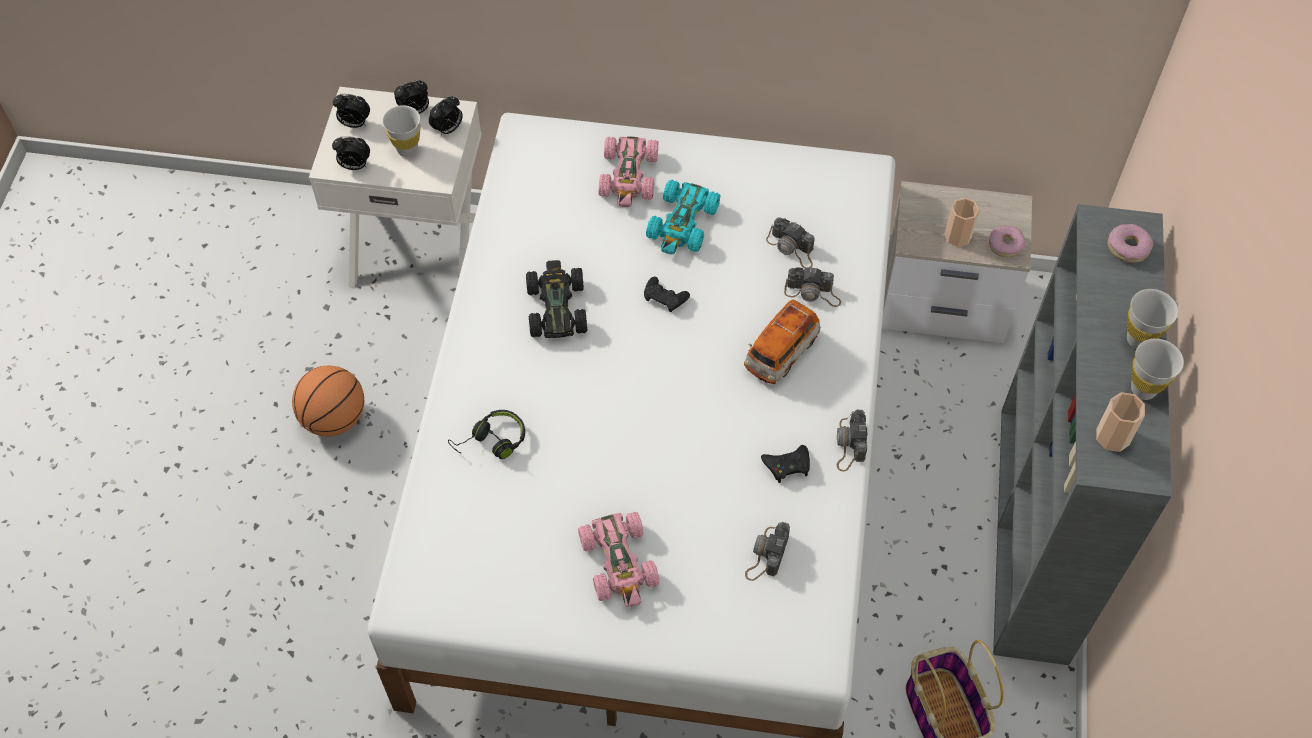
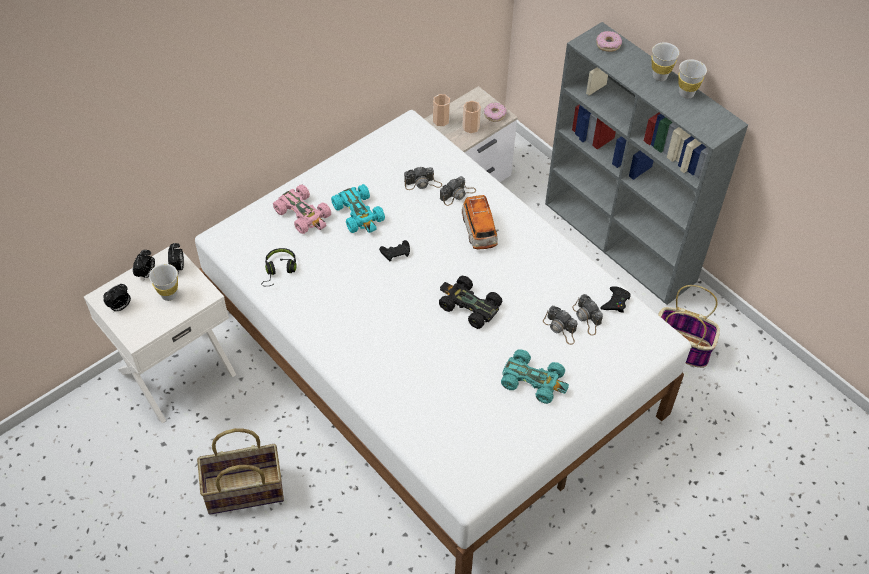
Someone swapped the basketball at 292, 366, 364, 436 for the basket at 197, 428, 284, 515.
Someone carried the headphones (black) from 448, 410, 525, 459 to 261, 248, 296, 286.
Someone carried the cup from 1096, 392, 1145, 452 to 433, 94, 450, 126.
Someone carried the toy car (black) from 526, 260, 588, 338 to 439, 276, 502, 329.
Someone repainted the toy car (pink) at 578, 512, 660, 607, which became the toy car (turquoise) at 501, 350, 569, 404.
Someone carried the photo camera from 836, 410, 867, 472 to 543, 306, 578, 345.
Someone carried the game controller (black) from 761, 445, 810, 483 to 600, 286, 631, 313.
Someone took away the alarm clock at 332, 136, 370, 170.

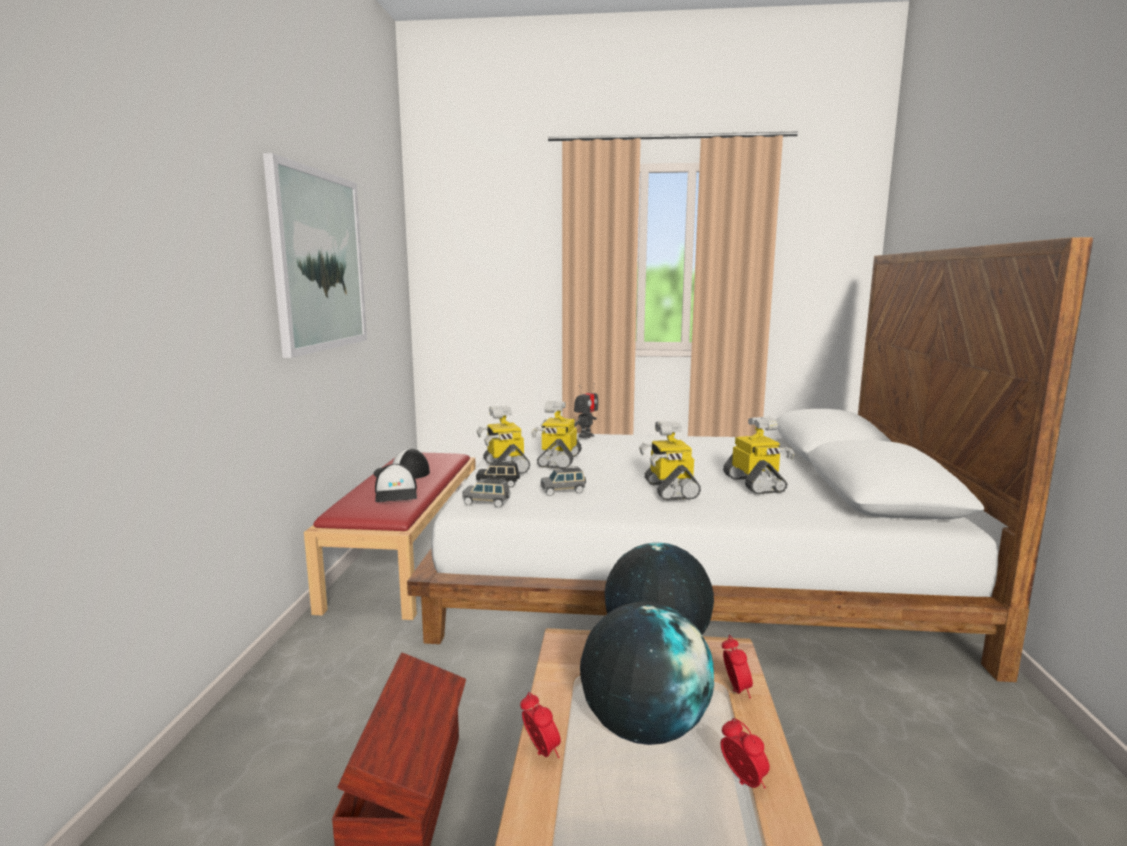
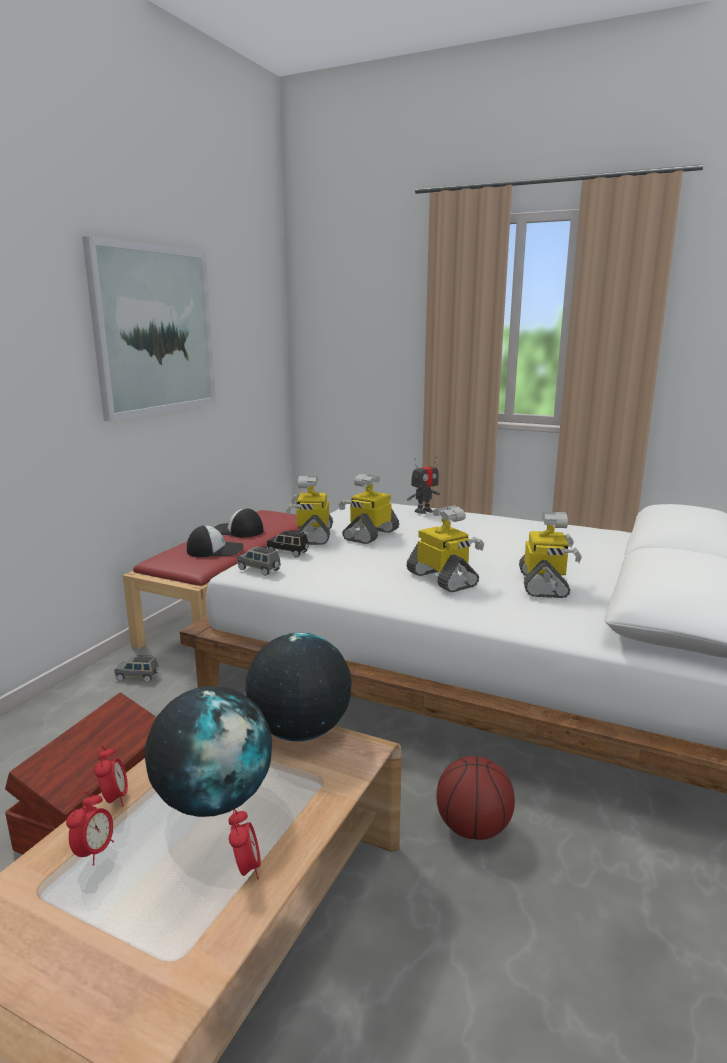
Someone carried the alarm clock from 722, 635, 753, 698 to 66, 791, 114, 866.
Someone carried the toy car (grey) from 541, 466, 586, 496 to 115, 655, 159, 683.
Someone rotated the cap at 375, 464, 417, 502 by 105 degrees counterclockwise.
Someone rotated the toy robot at 639, 421, 701, 501 by 135 degrees clockwise.
Someone put down the basketball at 436, 756, 515, 840.

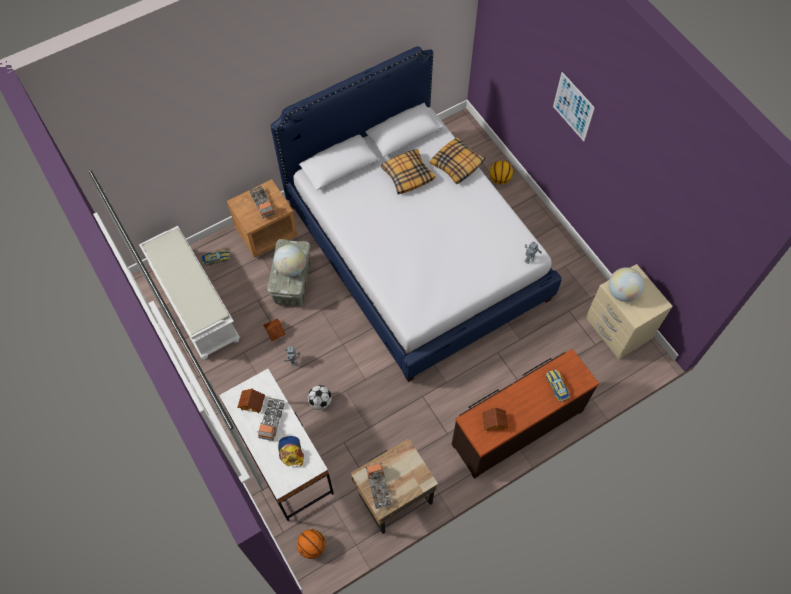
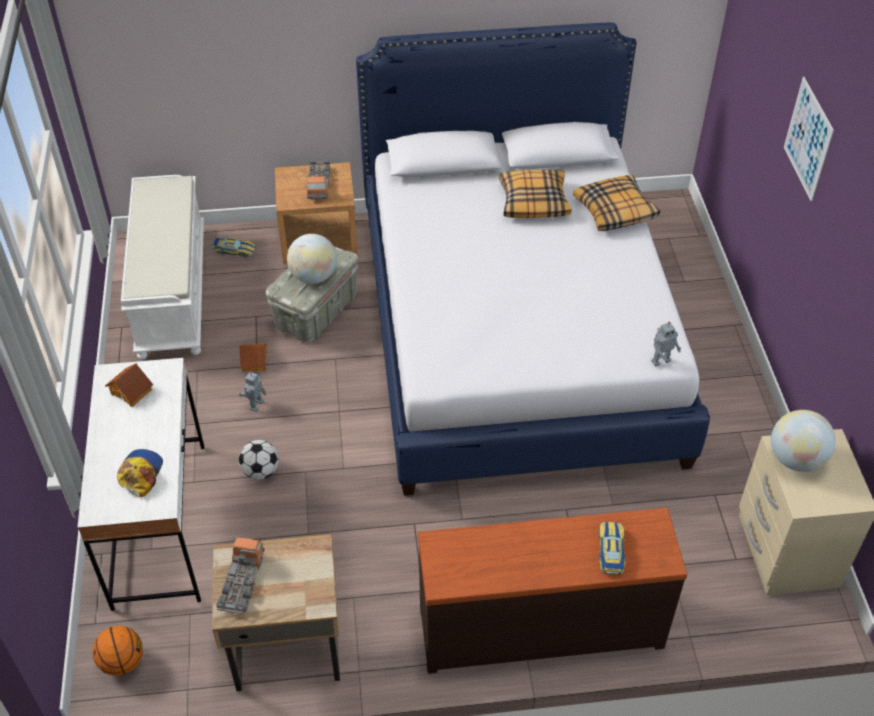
Someone took away the toy truck at 257, 398, 284, 441.
Someone took away the toy house at 482, 407, 508, 431.
Someone took away the basketball at 490, 161, 513, 184.

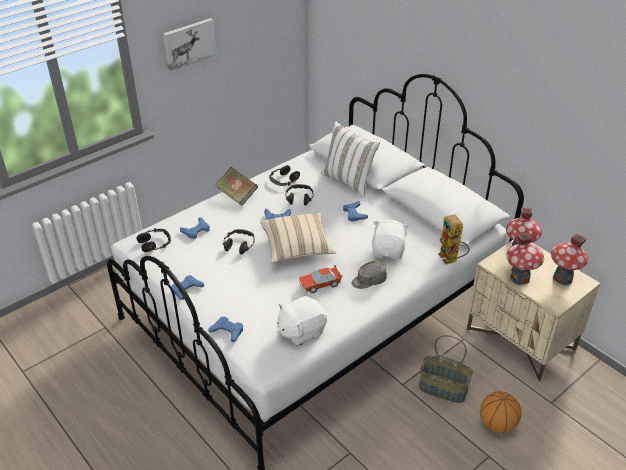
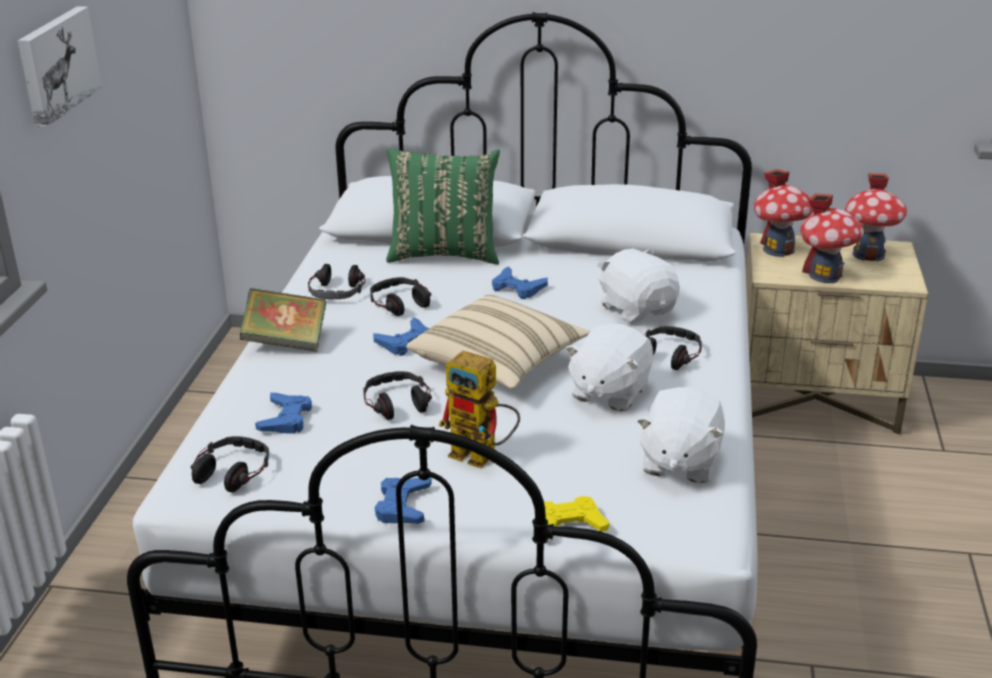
Someone repainted the pillow (white) at 321, 121, 380, 197, which became the pillow (green) at 386, 149, 500, 264.
Someone carried the toy robot from 438, 214, 470, 265 to 439, 351, 520, 468.
Someone repainted the game controller (blue) at 208, 317, 243, 342, which became the game controller (yellow) at 544, 496, 609, 539.
Someone swapped the toy car at 299, 265, 343, 293 for the plush toy (white) at 565, 324, 653, 411.
Someone swapped the cap (grey) at 351, 261, 387, 289 for the headphones at 643, 326, 702, 370.
Someone took away the basket at 419, 335, 473, 403.
Someone took away the basketball at 480, 391, 521, 433.

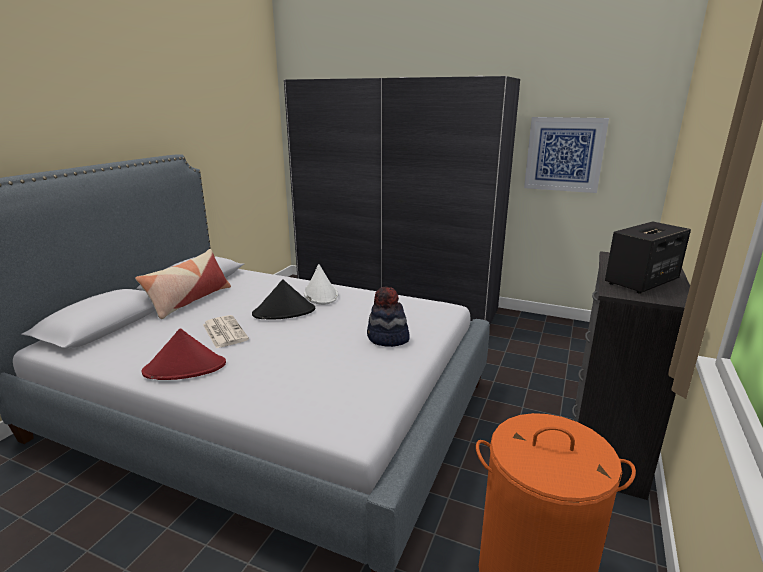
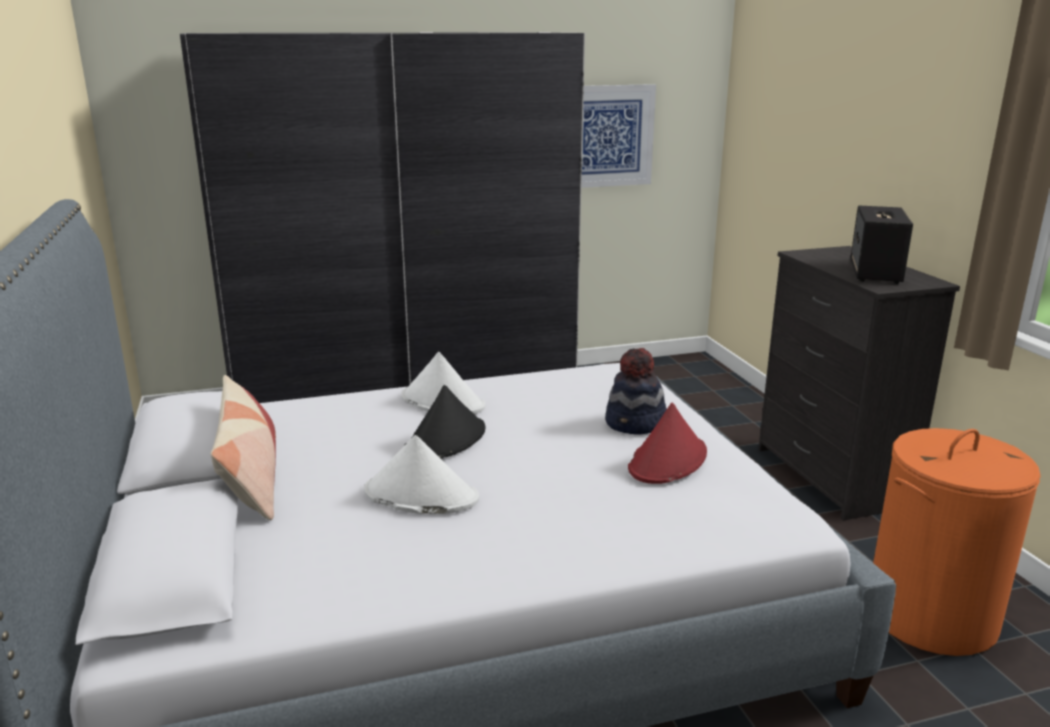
Someone swapped the newspaper at 203, 315, 249, 349 for the hat (white) at 364, 435, 479, 514.
Someone carried the hat (red) from 142, 328, 226, 380 to 628, 402, 707, 484.

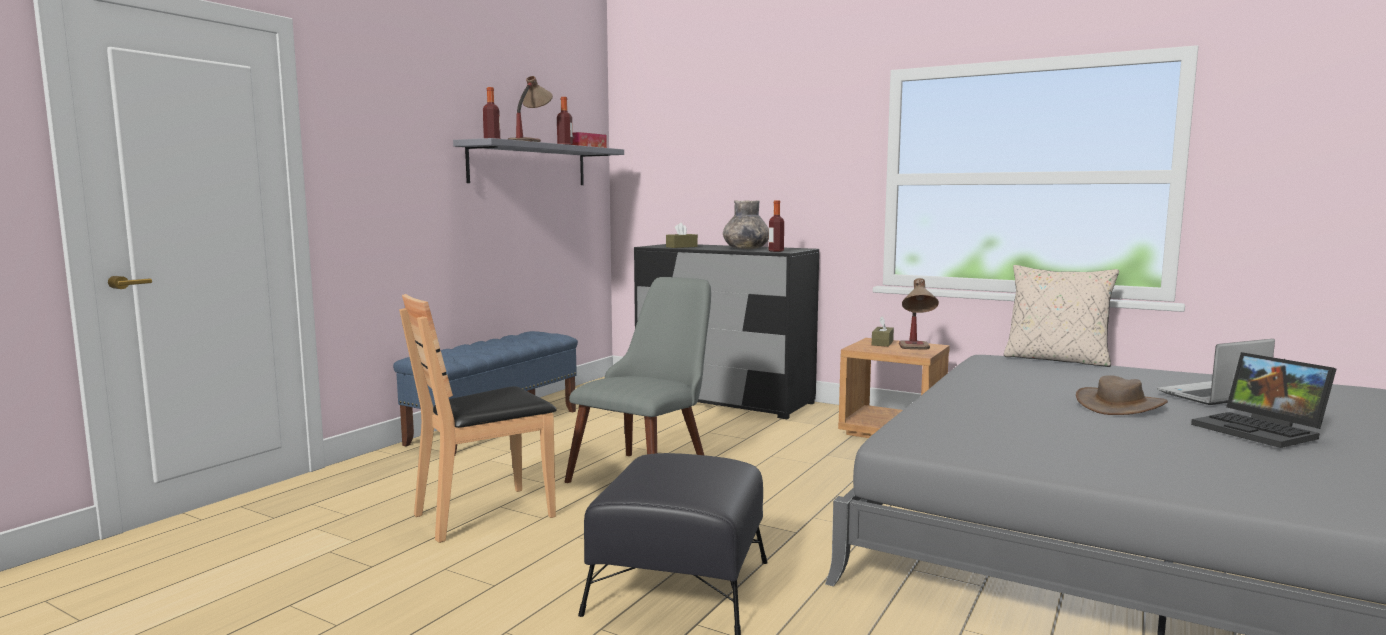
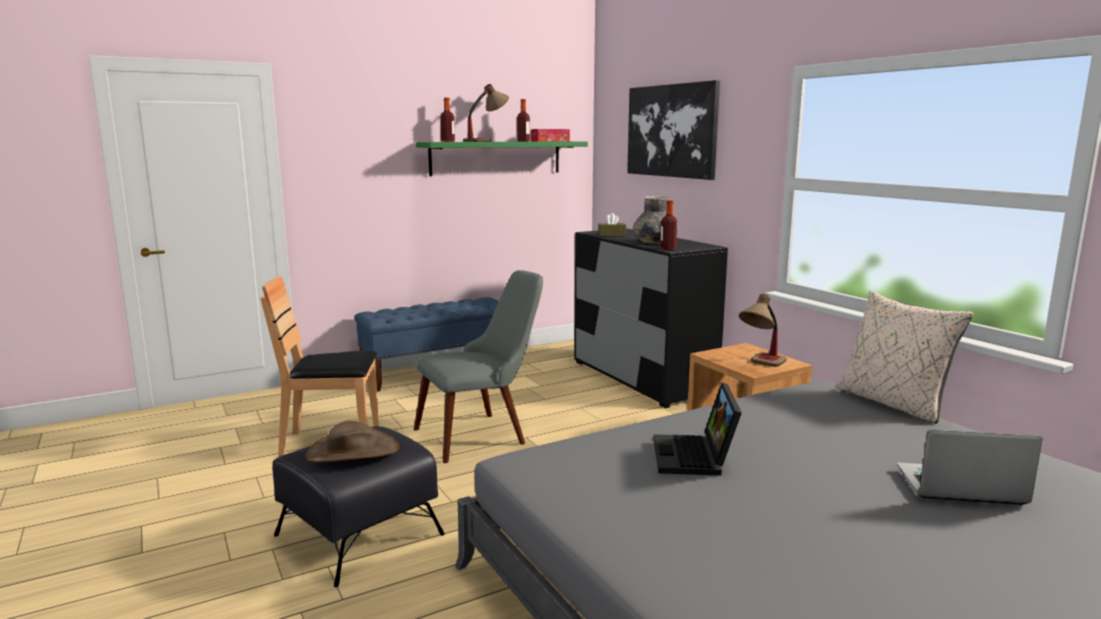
Someone carried the hat (brown) from 1076, 375, 1168, 415 to 305, 421, 400, 463.
Someone repainted the shelf (grey) at 453, 138, 624, 185, which became the shelf (green) at 416, 141, 588, 176.
Someone put up the picture at 627, 80, 720, 180.
Someone carried the laptop from 1191, 352, 1336, 448 to 653, 383, 742, 476.
Someone took away the tissue box (brown) at 872, 316, 894, 347.

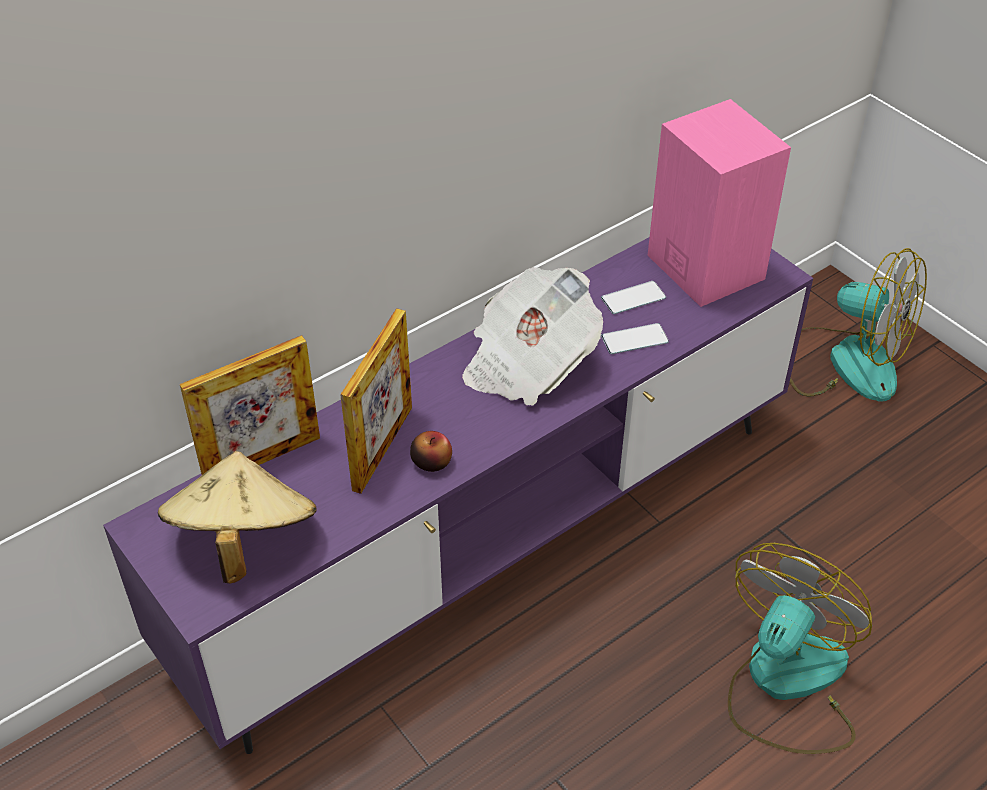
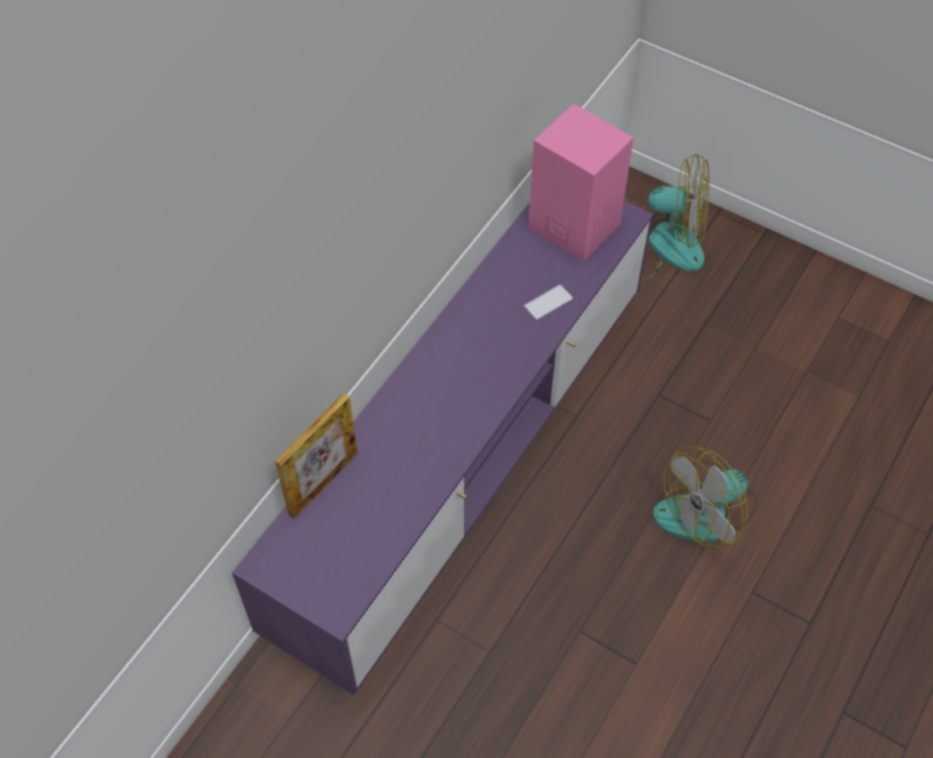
Someone rotated the fan at 728, 543, 872, 754 by 135 degrees counterclockwise.
Someone took away the hat (beige) at 158, 451, 317, 584.
Someone took away the picture frame at 340, 308, 412, 494.
Someone took away the apple at 410, 431, 452, 472.
Someone took away the newspaper at 462, 267, 603, 406.
Someone took away the phone at 601, 281, 666, 314.

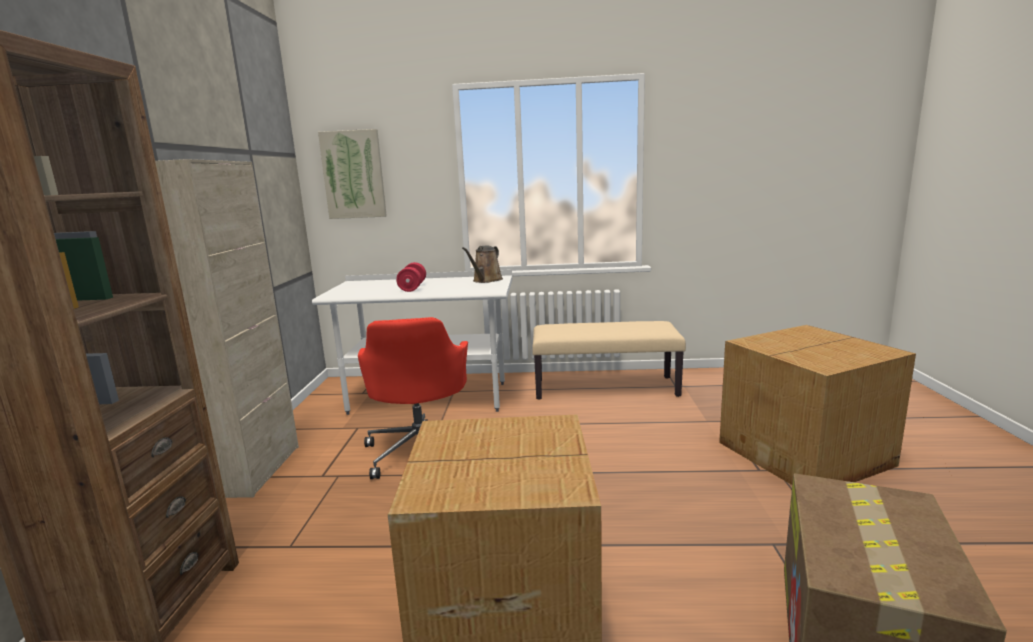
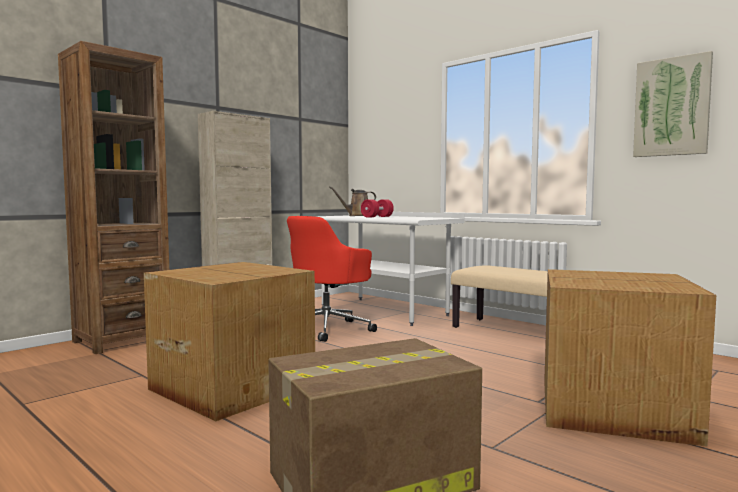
Someone carried the watering can (brown) from 462, 245, 503, 283 to 329, 186, 376, 216.
Someone carried the picture from 318, 129, 387, 219 to 633, 51, 713, 157.

